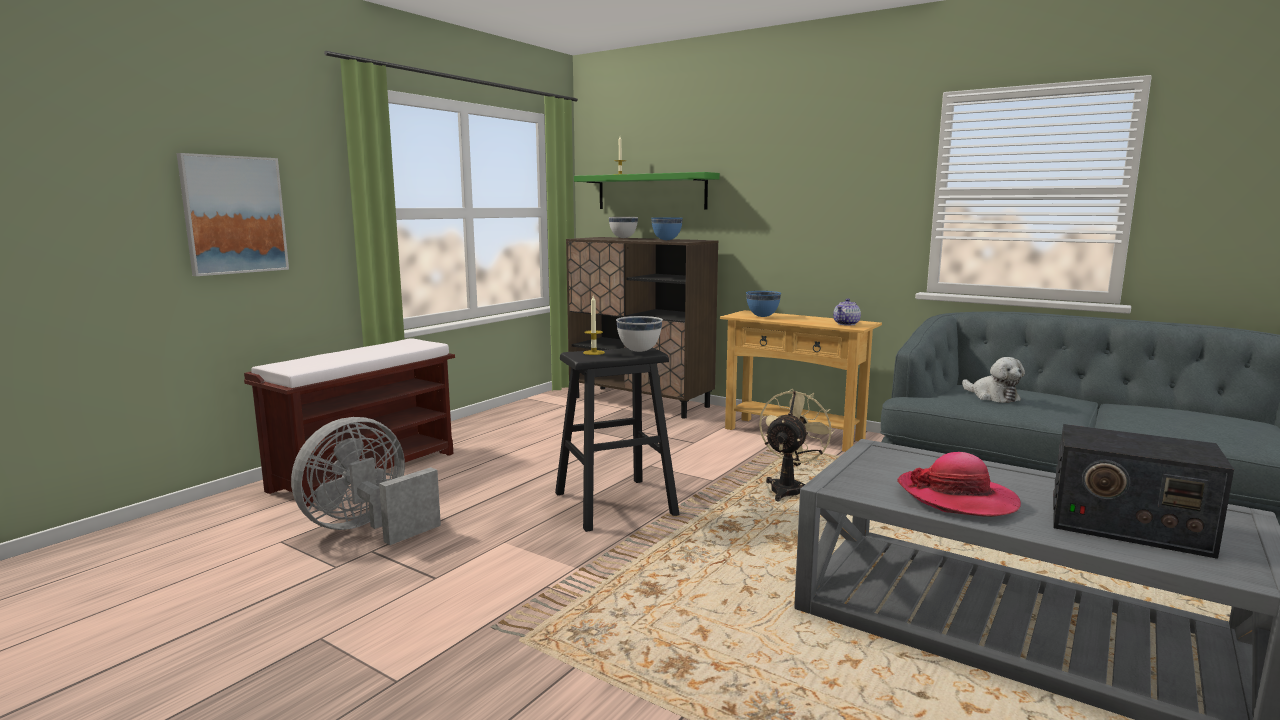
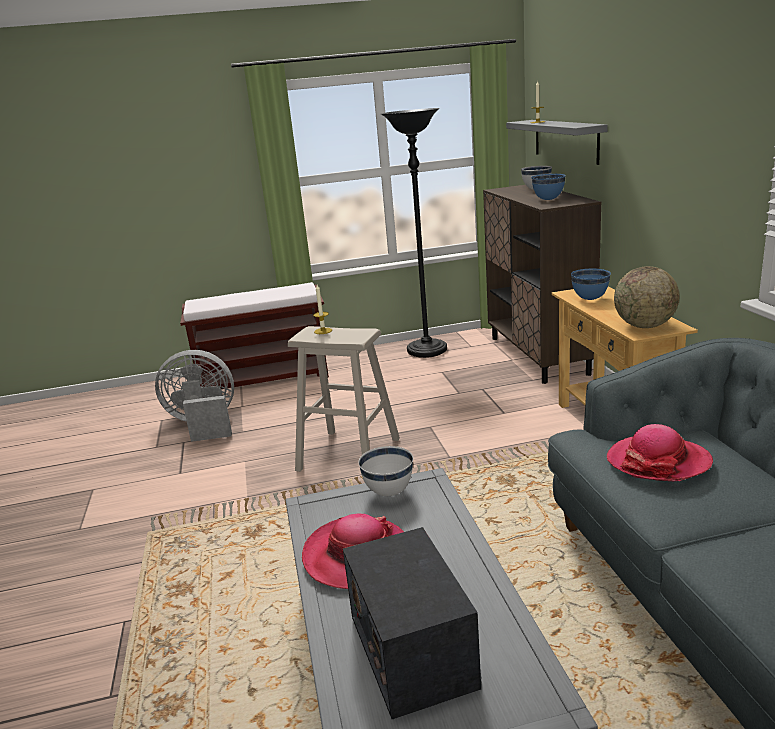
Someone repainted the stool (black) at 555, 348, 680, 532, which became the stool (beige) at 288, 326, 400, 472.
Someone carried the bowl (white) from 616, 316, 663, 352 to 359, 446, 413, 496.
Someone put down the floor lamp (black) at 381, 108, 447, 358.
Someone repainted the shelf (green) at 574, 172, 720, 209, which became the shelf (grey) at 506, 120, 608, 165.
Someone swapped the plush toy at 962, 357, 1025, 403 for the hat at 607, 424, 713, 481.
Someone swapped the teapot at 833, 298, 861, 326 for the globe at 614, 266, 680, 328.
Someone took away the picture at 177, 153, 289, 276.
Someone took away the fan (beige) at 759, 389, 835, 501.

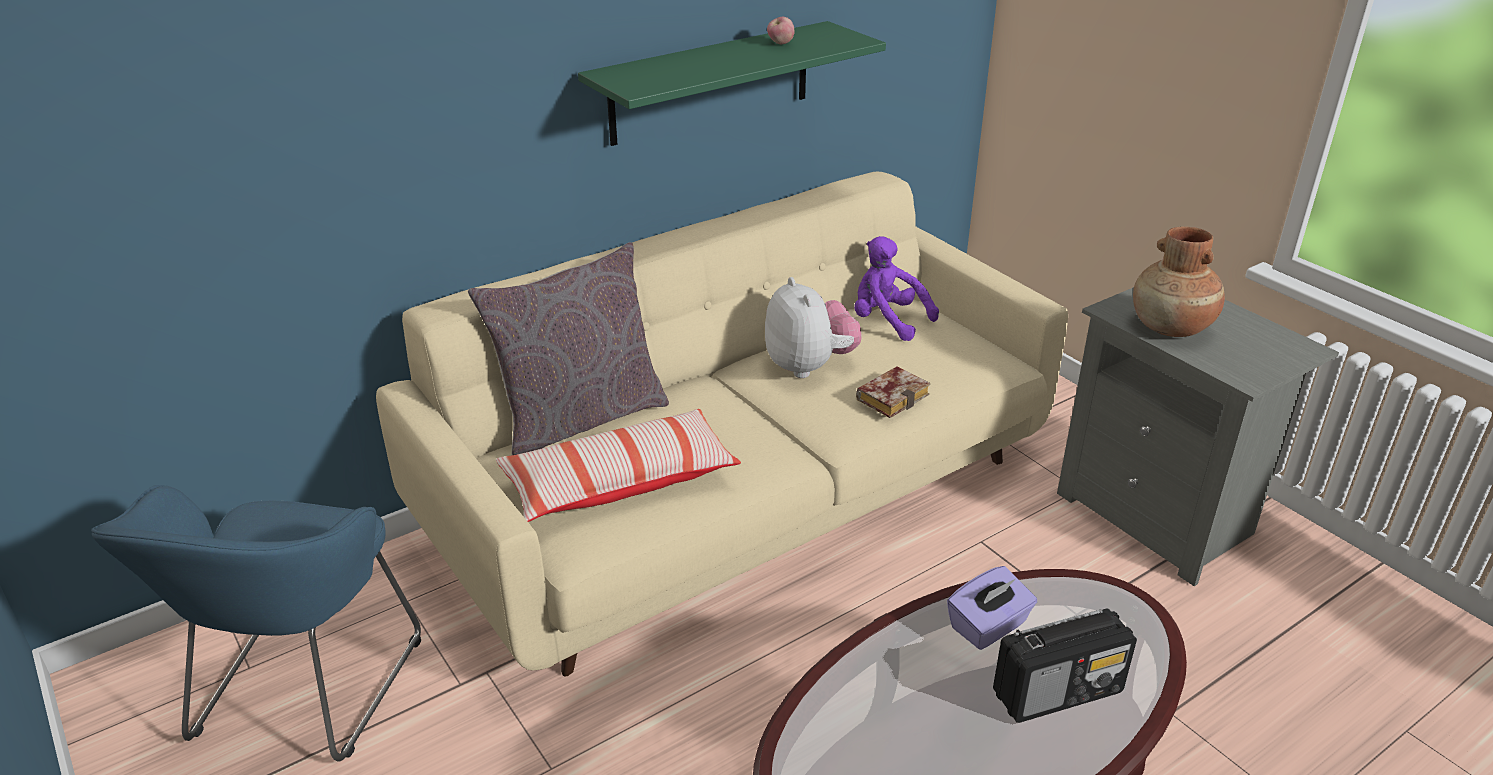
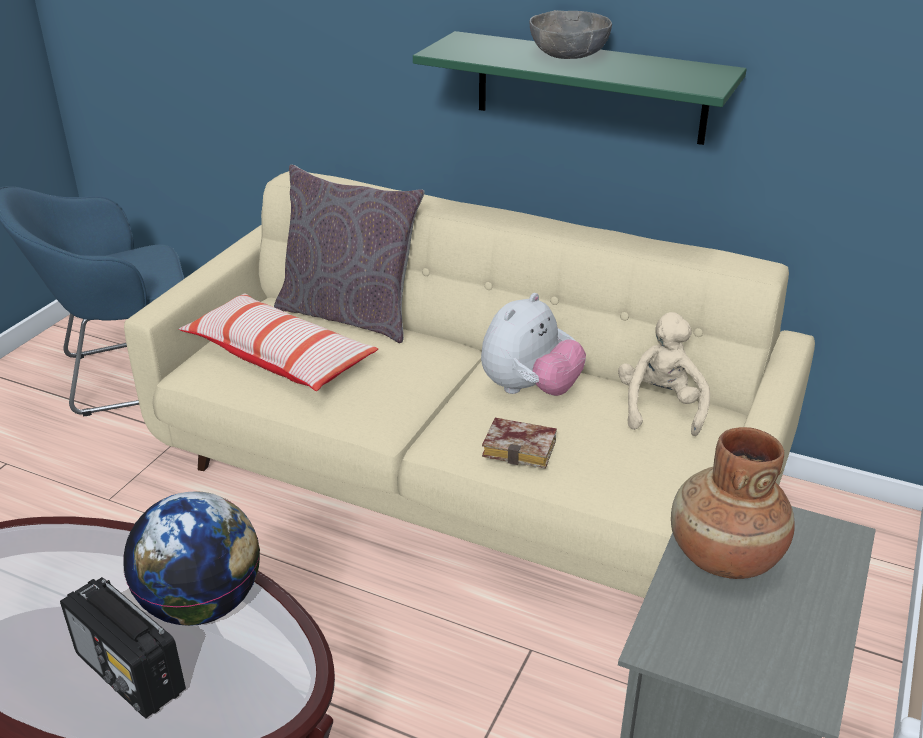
Someone swapped the tissue box (purple) at 947, 566, 1037, 650 for the globe at 123, 491, 260, 626.
Someone put down the bowl (grey) at 529, 10, 612, 59.
Someone repainted the plush toy (purple) at 854, 236, 939, 341, which became the plush toy (beige) at 618, 312, 710, 436.
Someone took away the apple at 767, 17, 795, 44.

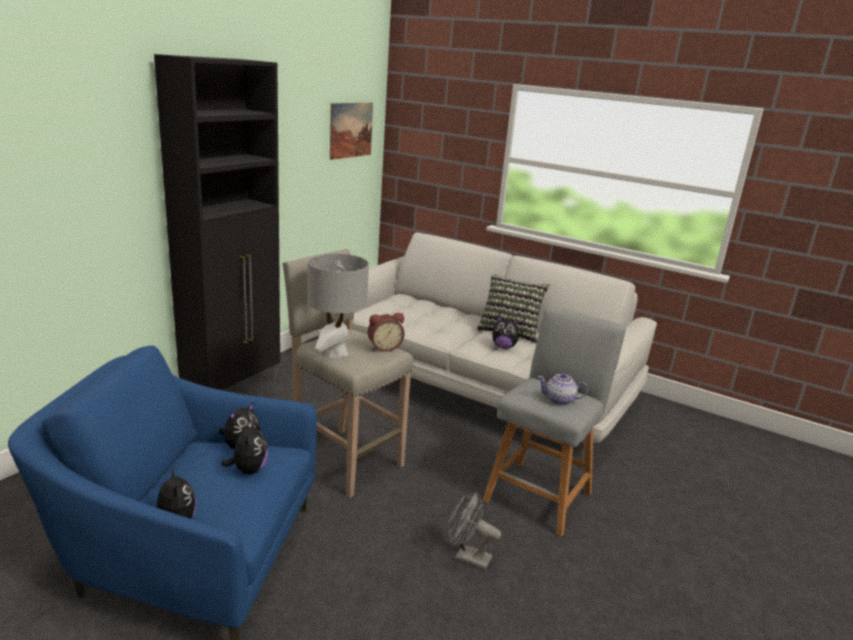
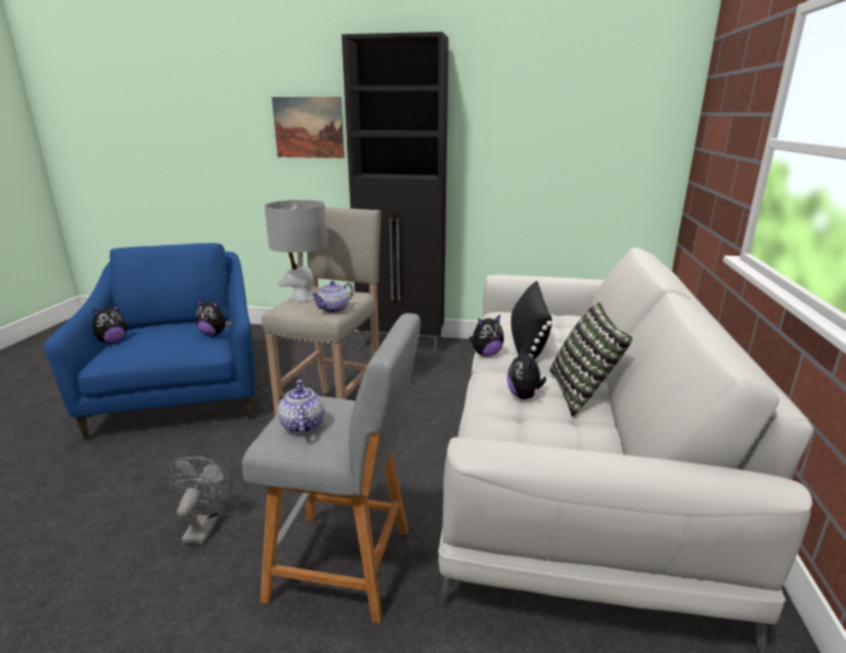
Someone carried the picture from 330, 103, 373, 160 to 272, 97, 344, 158.
Someone swapped the alarm clock at 368, 313, 405, 352 for the teapot at 311, 281, 354, 313.
Someone carried the plush toy from 221, 419, 268, 474 to 469, 314, 504, 357.
Someone put down the pillow (black) at 511, 281, 552, 360.

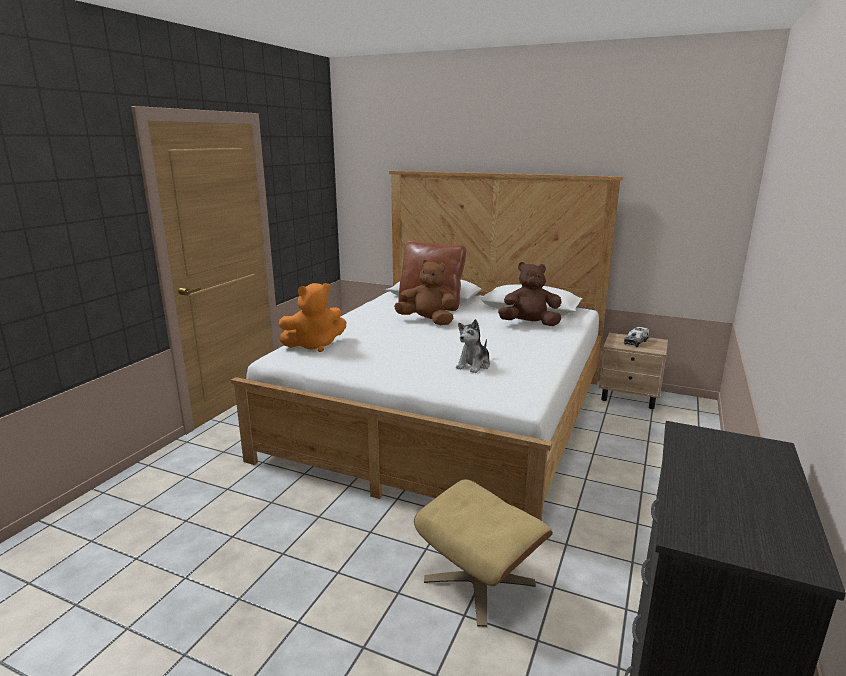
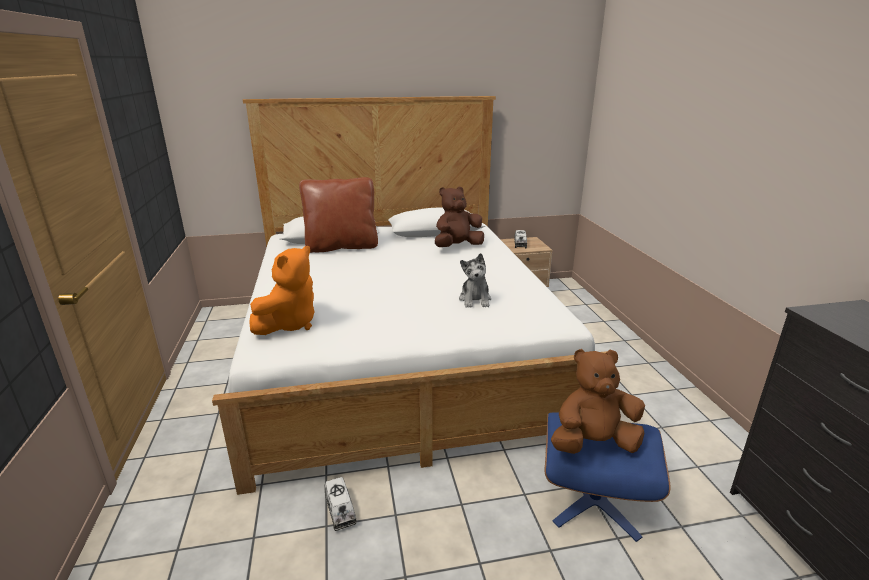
Someone put down the toy truck at 324, 477, 357, 531.
Someone repainted the ottoman (beige) at 414, 479, 553, 627, which became the ottoman (blue) at 545, 412, 671, 542.
Someone carried the plush toy (brown) from 394, 260, 456, 325 to 551, 349, 645, 454.

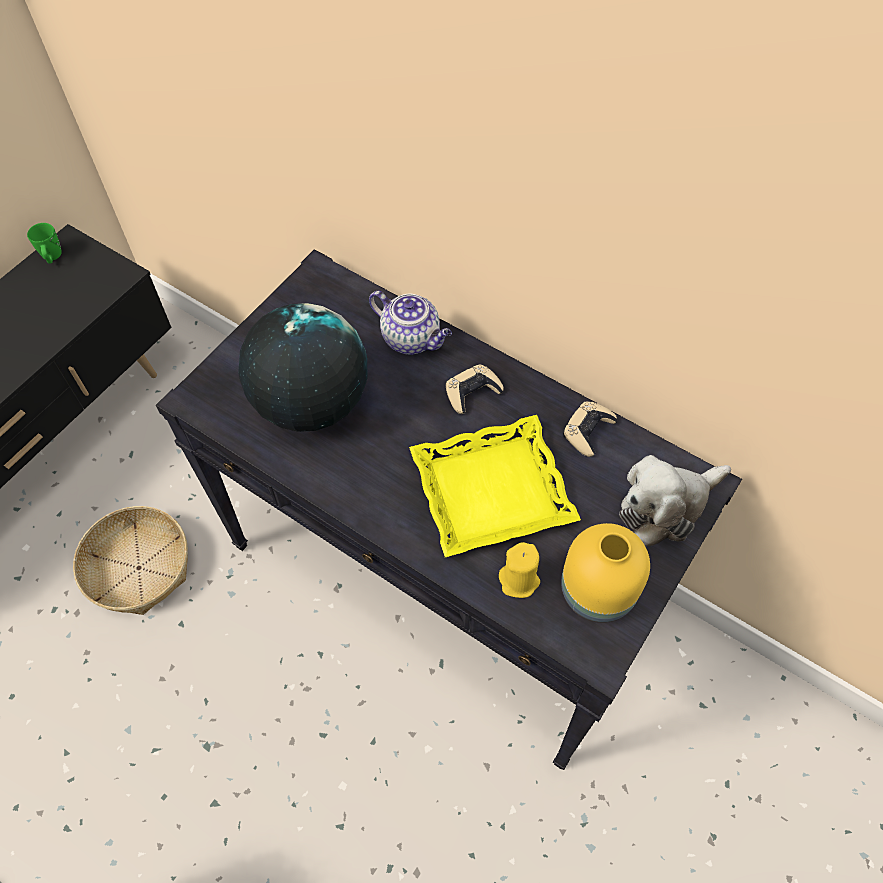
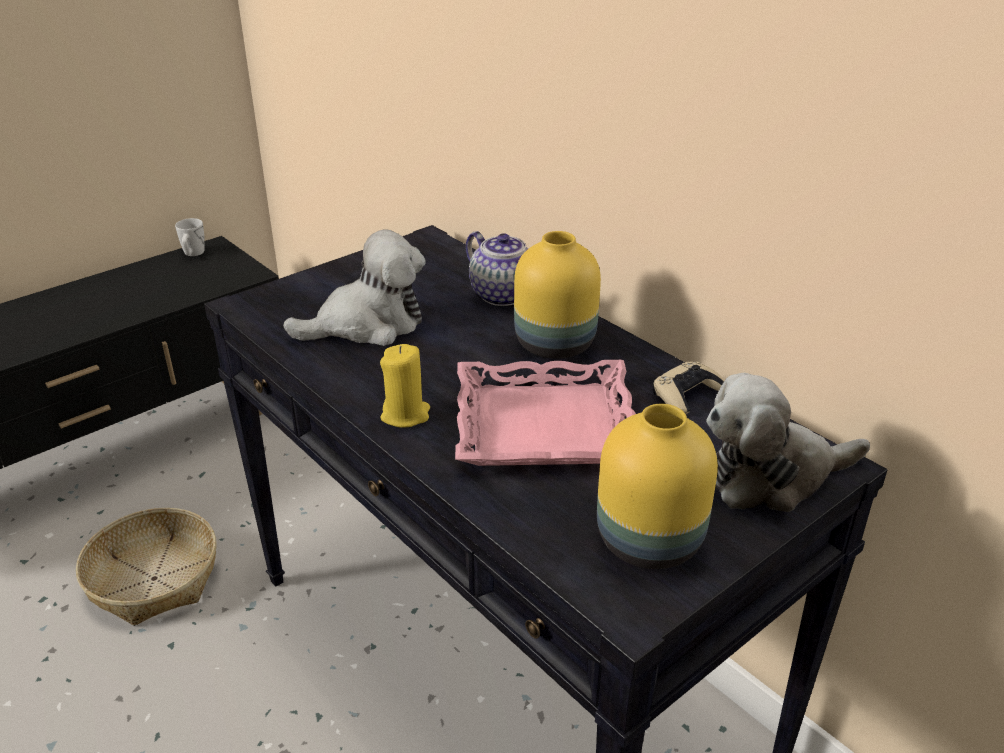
Someone repainted the mug (green) at 27, 223, 62, 264, which became the mug (white) at 175, 218, 205, 256.
Someone swapped the globe at 238, 303, 367, 432 for the plush toy at 283, 229, 426, 346.
Someone carried the candle (yellow) from 499, 542, 540, 598 to 380, 344, 430, 428.
Someone repainted the tray (yellow) at 409, 415, 581, 557, which became the tray (pink) at 455, 360, 636, 466.
Someone swapped the game controller (beige) at 445, 364, 504, 414 for the vase (yellow) at 514, 231, 601, 359.

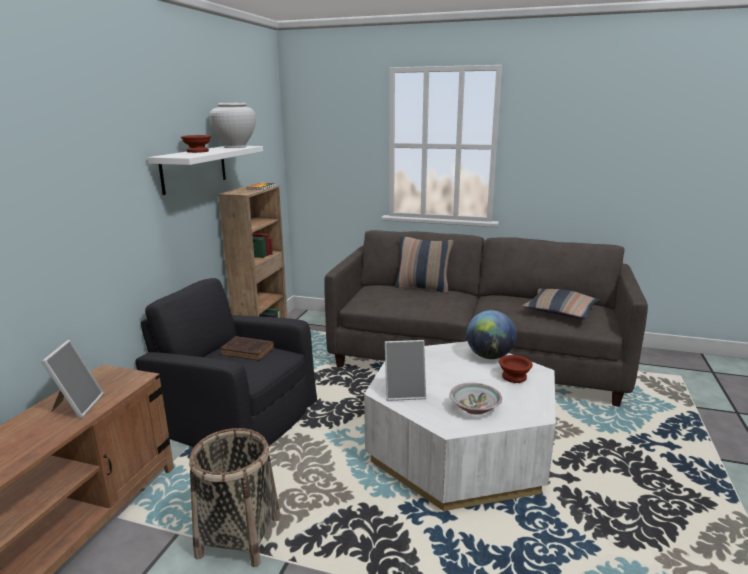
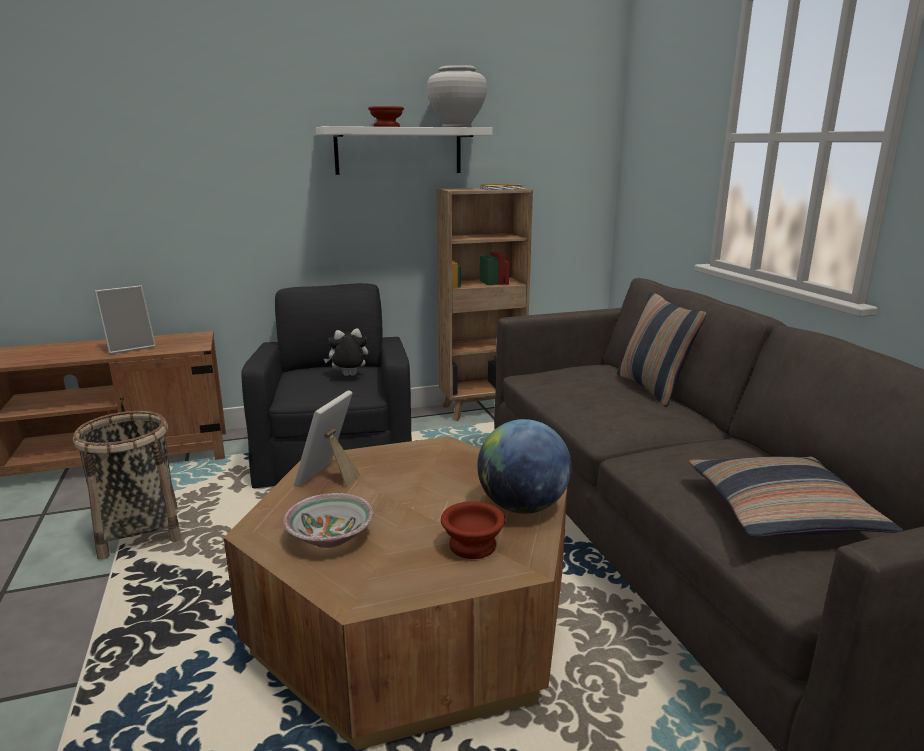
Someone repainted the coffee table (white) at 364, 341, 556, 511, which became the coffee table (brown) at 224, 436, 567, 750.
Someone rotated the picture frame at 385, 340, 426, 401 by 60 degrees clockwise.
Someone swapped the book (brown) at 220, 336, 274, 361 for the plush toy at 324, 328, 368, 376.

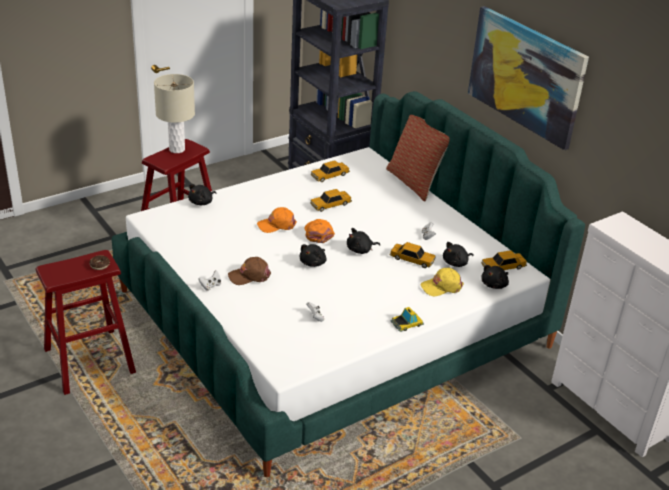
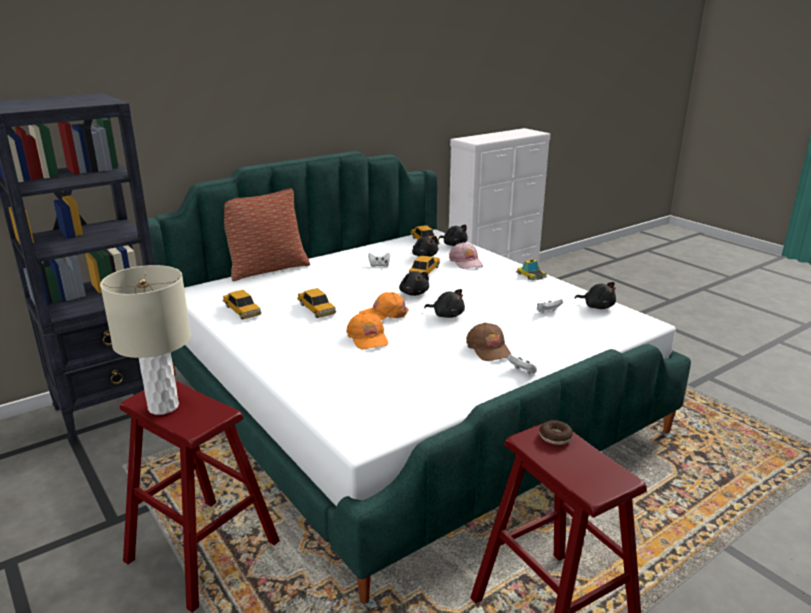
Someone repainted the cap (yellow) at 421, 268, 464, 296, which became the cap (pink) at 449, 242, 483, 269.
Someone carried the plush toy (black) from 188, 184, 216, 205 to 575, 282, 616, 309.
Someone took away the picture at 468, 6, 589, 150.

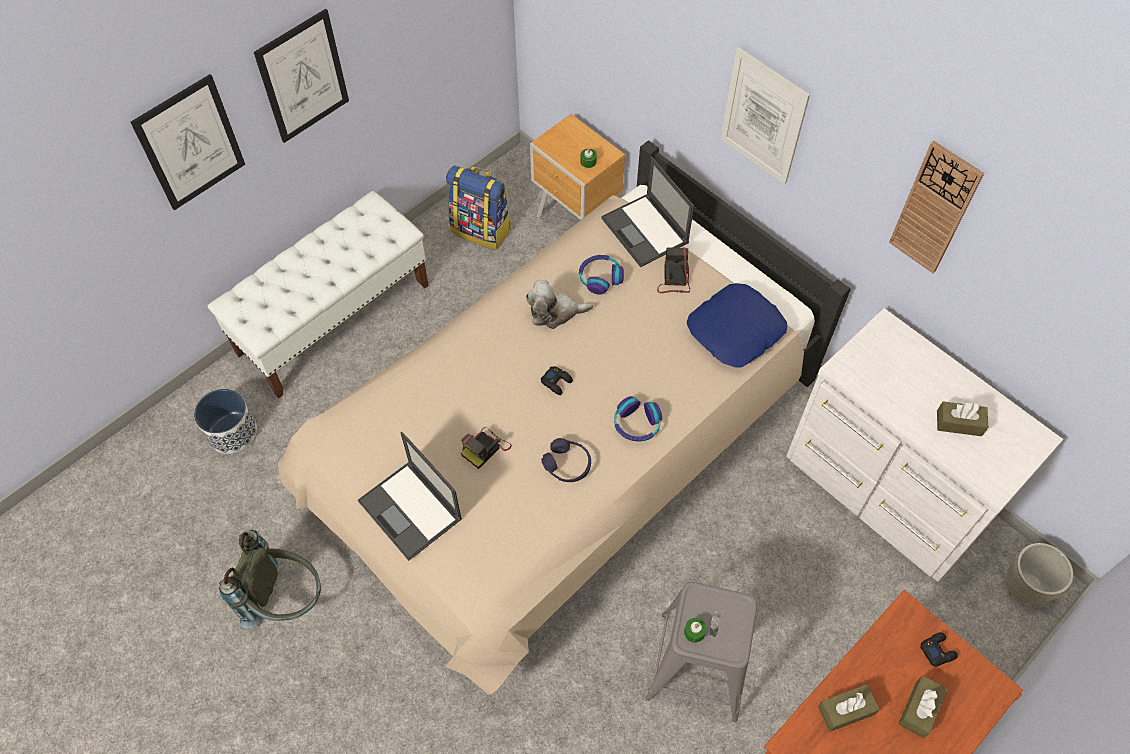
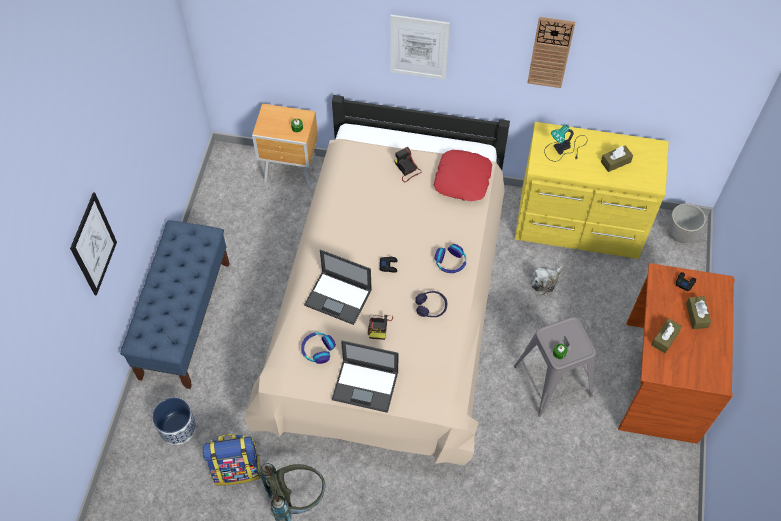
Someone repainted the bench (white) at 208, 191, 429, 398, which became the bench (blue) at 120, 220, 230, 389.
Someone carried the backpack from 446, 165, 511, 250 to 203, 434, 260, 486.
Someone carried the headphones from 579, 255, 624, 295 to 301, 333, 336, 364.
Someone carried the laptop from 601, 157, 694, 267 to 304, 249, 372, 325.
Someone repainted the pillow (blue) at 687, 283, 787, 368, which became the pillow (red) at 434, 150, 492, 201.
Someone repainted the dresser (white) at 786, 308, 1063, 582, which became the dresser (yellow) at 515, 122, 669, 259.
Someone carried the plush toy from 526, 280, 593, 329 to 532, 266, 564, 295.
Someone put down the table lamp at 544, 125, 587, 162.
Someone took away the picture at 254, 9, 349, 143.

